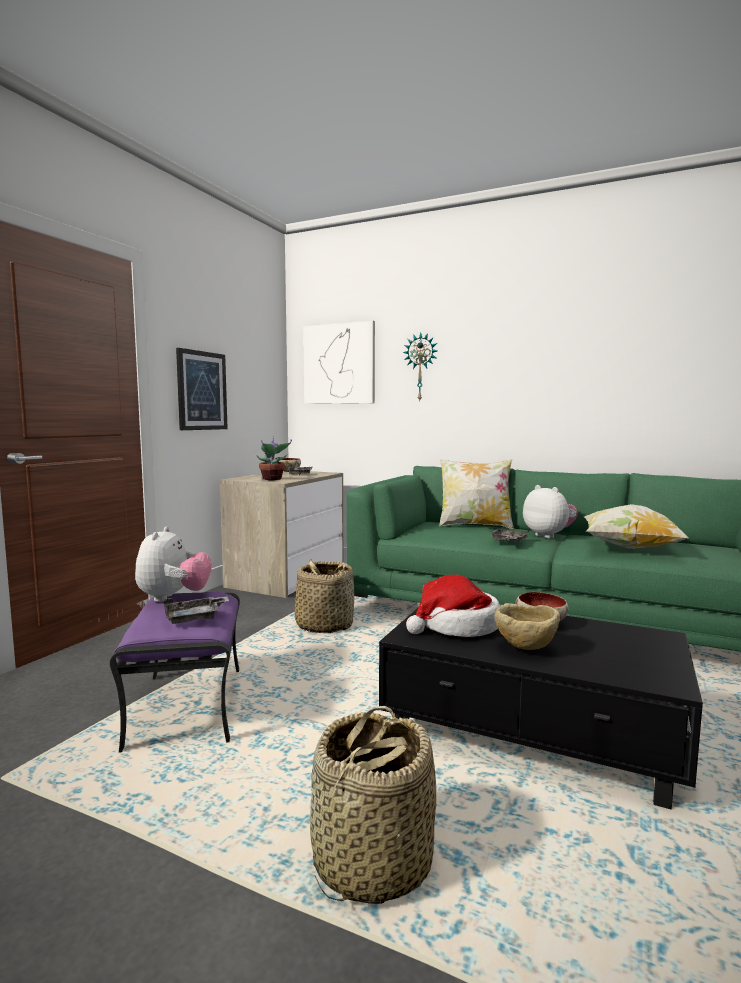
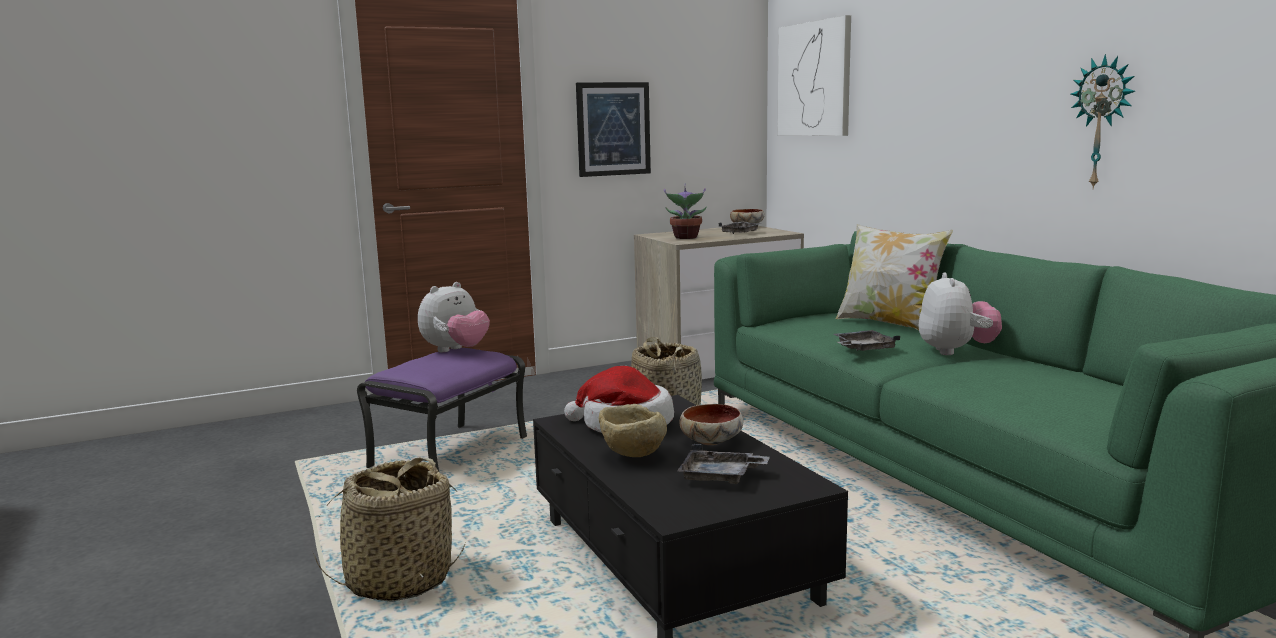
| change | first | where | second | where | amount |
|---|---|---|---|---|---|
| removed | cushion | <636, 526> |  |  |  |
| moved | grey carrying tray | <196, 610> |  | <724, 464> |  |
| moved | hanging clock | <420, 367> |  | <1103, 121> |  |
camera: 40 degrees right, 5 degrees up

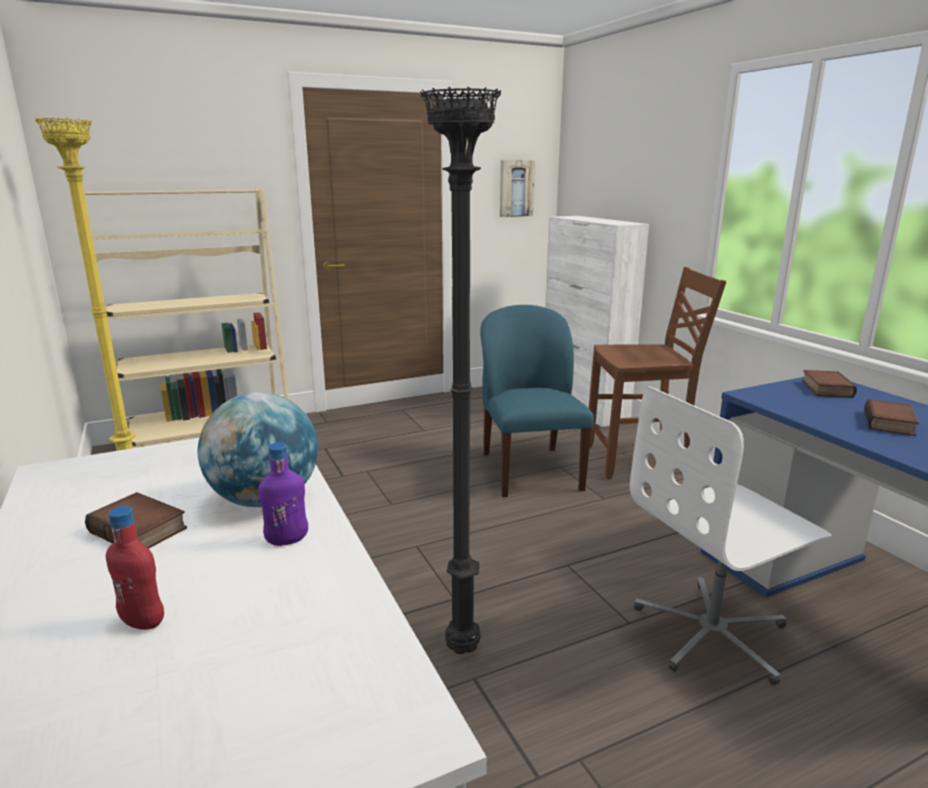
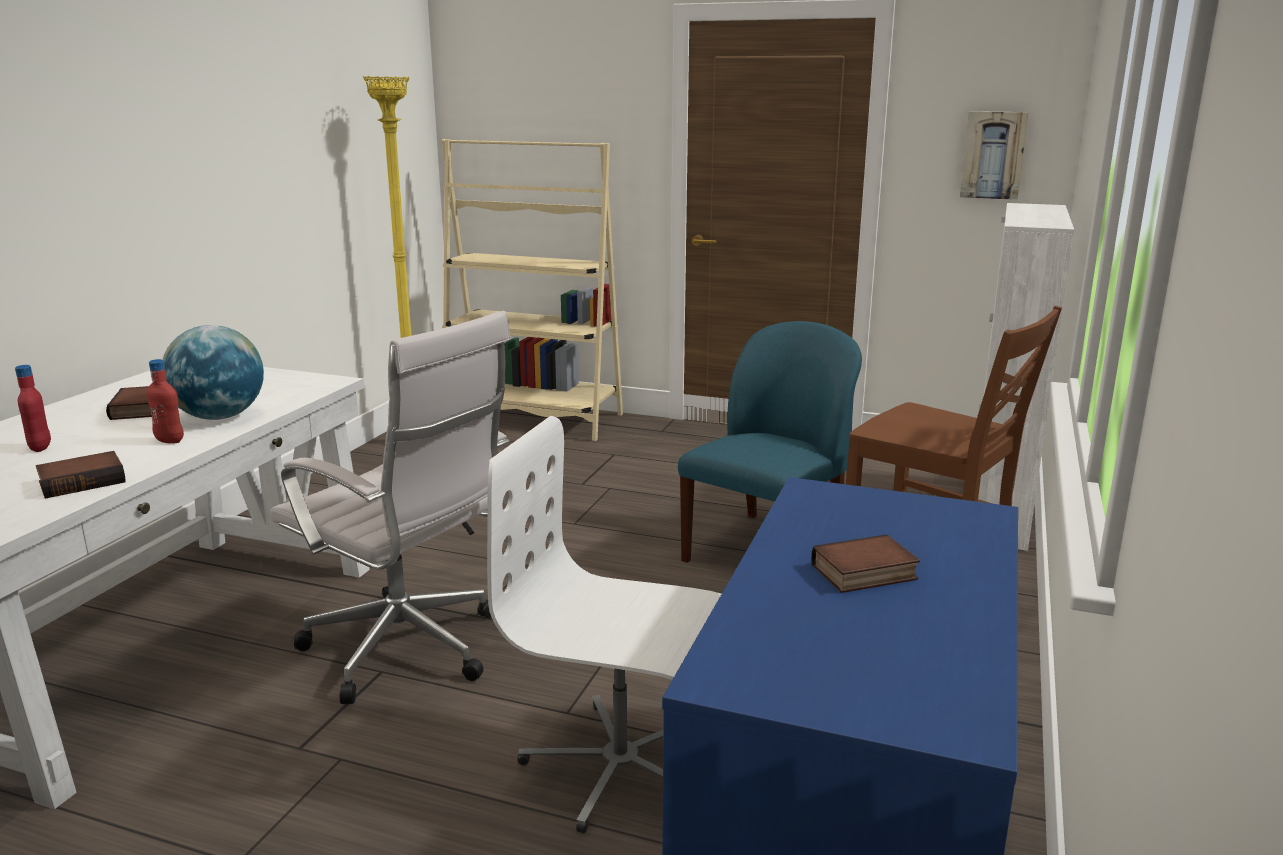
| change | first | where | second | where | amount |
|---|---|---|---|---|---|
| moved | book | <829, 384> |  | <81, 474> |  |
| replaced | blackish floor lamp | <460, 370> | whitish desk chair | <390, 507> |  |
| recoloured | purple beverage bottle | <283, 494> | red-coloured beverage bottle | <165, 401> |  |
camera: 45 degrees right, 0 degrees up

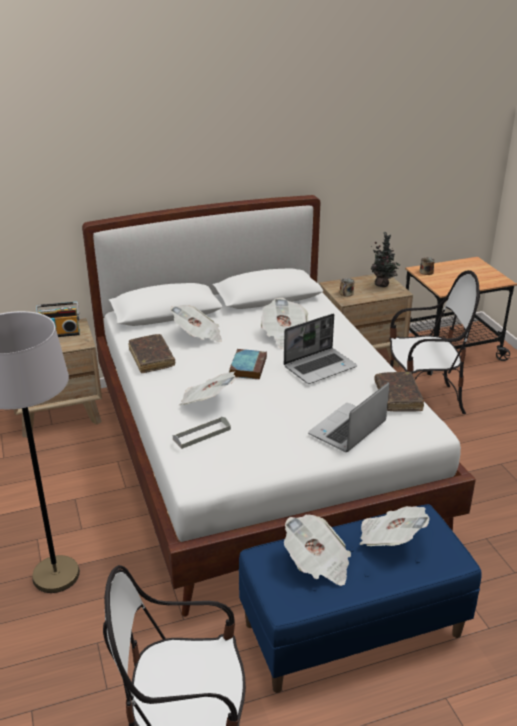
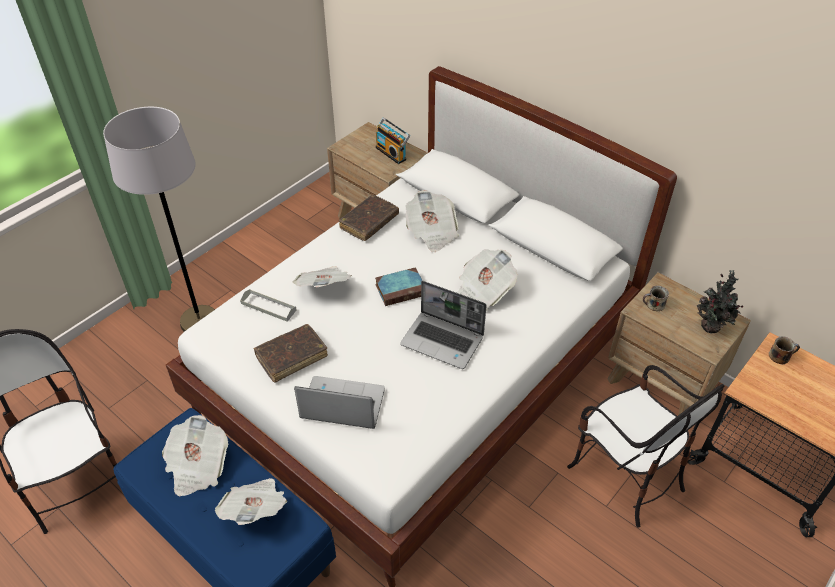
| change | first | where | second | where | amount |
|---|---|---|---|---|---|
| moved | brown-coloured book | <399, 392> |  | <291, 353> |  |
camera: 60 degrees right, 15 degrees up

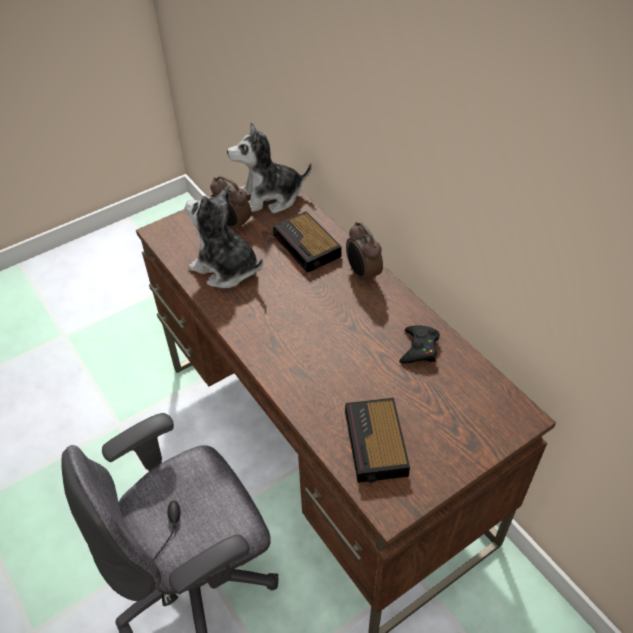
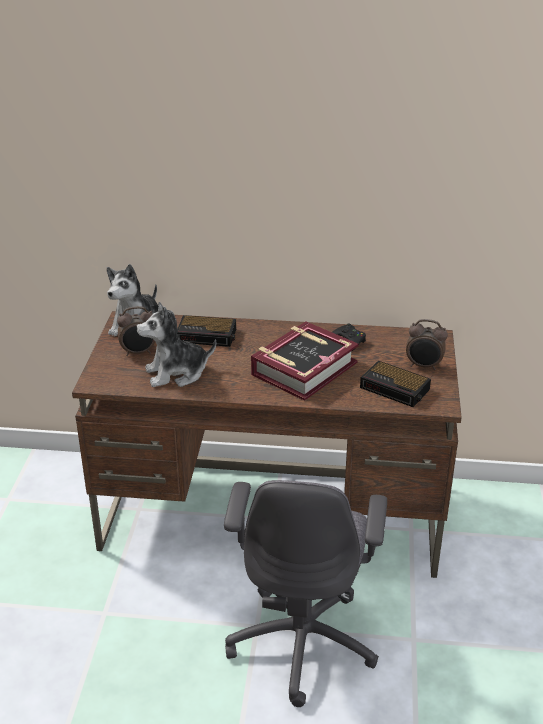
| change | first | where | second | where | amount |
|---|---|---|---|---|---|
| added |  |  | book | <305, 361> |  |
| moved | bedside clock | <364, 253> |  | <427, 344> |  |
camera: 50 degrees left, 15 degrees down

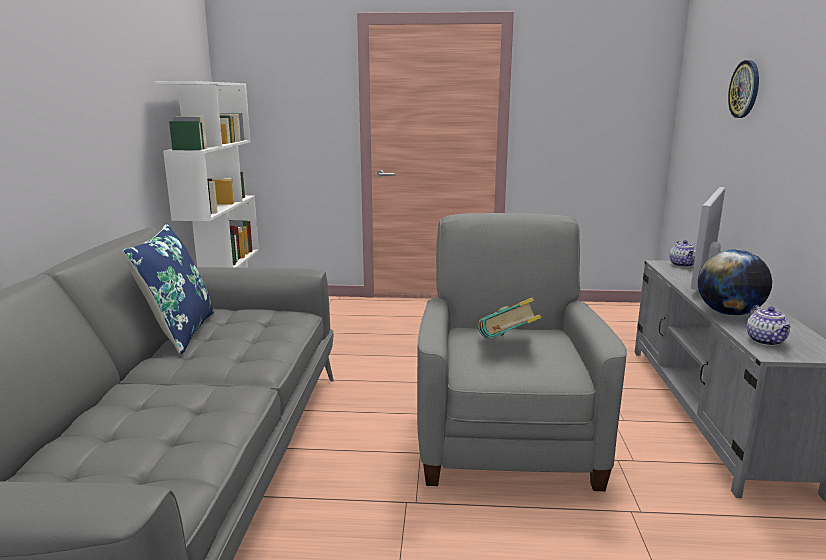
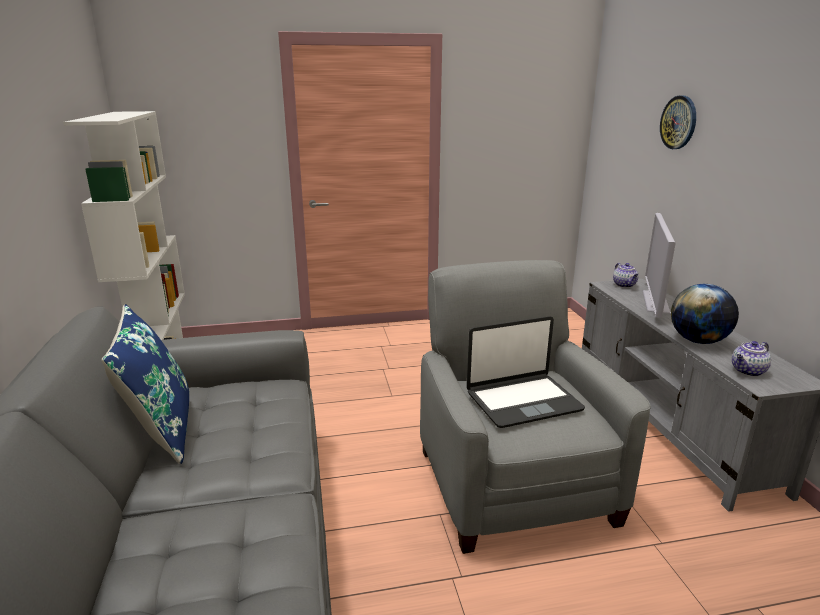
| change | first | where | second | where | amount |
|---|---|---|---|---|---|
| replaced | book | <510, 317> | notebook computer | <526, 372> |  |
| turned | pot for tea | <769, 325> |  | <751, 359> | 75 degrees clockwise |
camera: 15 degrees left, 5 degrees up

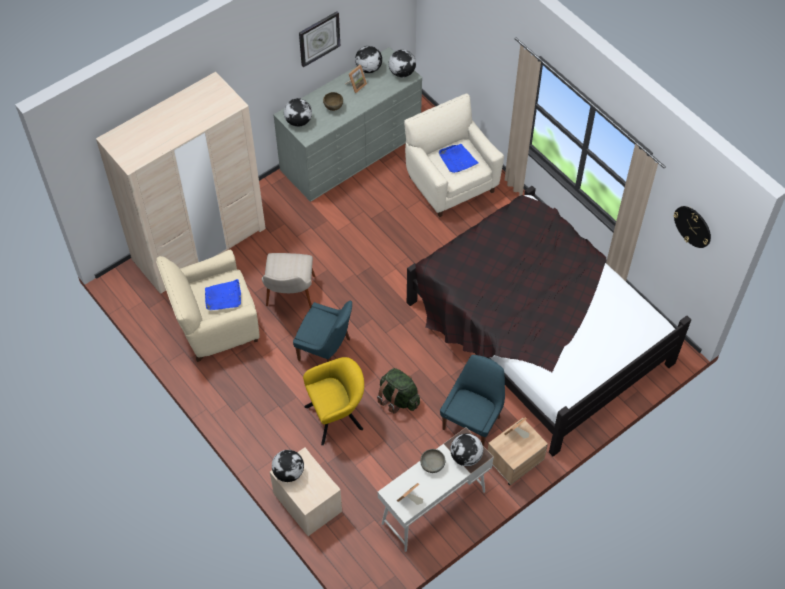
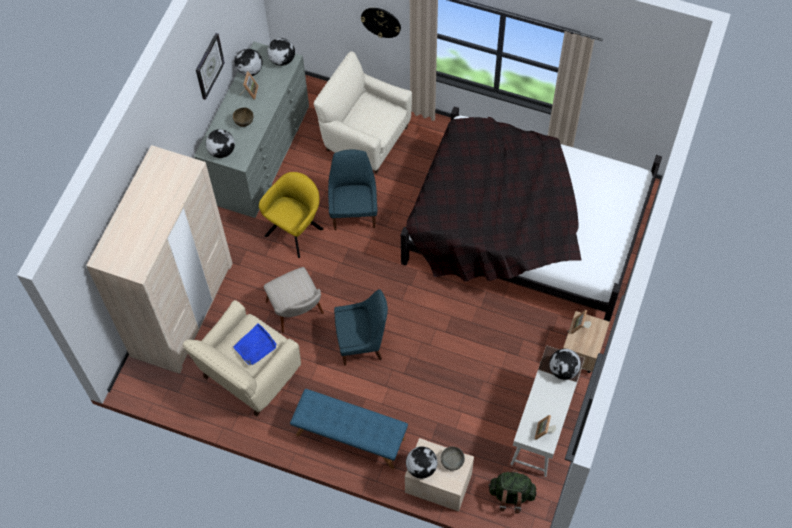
| change | first | where | second | where | amount |
|---|---|---|---|---|---|
| removed | bluish carrying tray | <458, 158> |  |  |  |
| added |  |  | bluish long seat | <349, 429> |  |
| moved | yellow easy chair | <333, 401> |  | <291, 215> |  |
| moved | green-coloured knapsack | <398, 391> |  | <512, 492> |  |
| moved | grey serving bowl | <432, 461> |  | <453, 459> |  |
| moved | bluish chair | <472, 400> |  | <352, 189> |  |
| moved | hanging clock | <692, 227> |  | <381, 23> |  |
camera: 30 degrees left, 5 degrees up

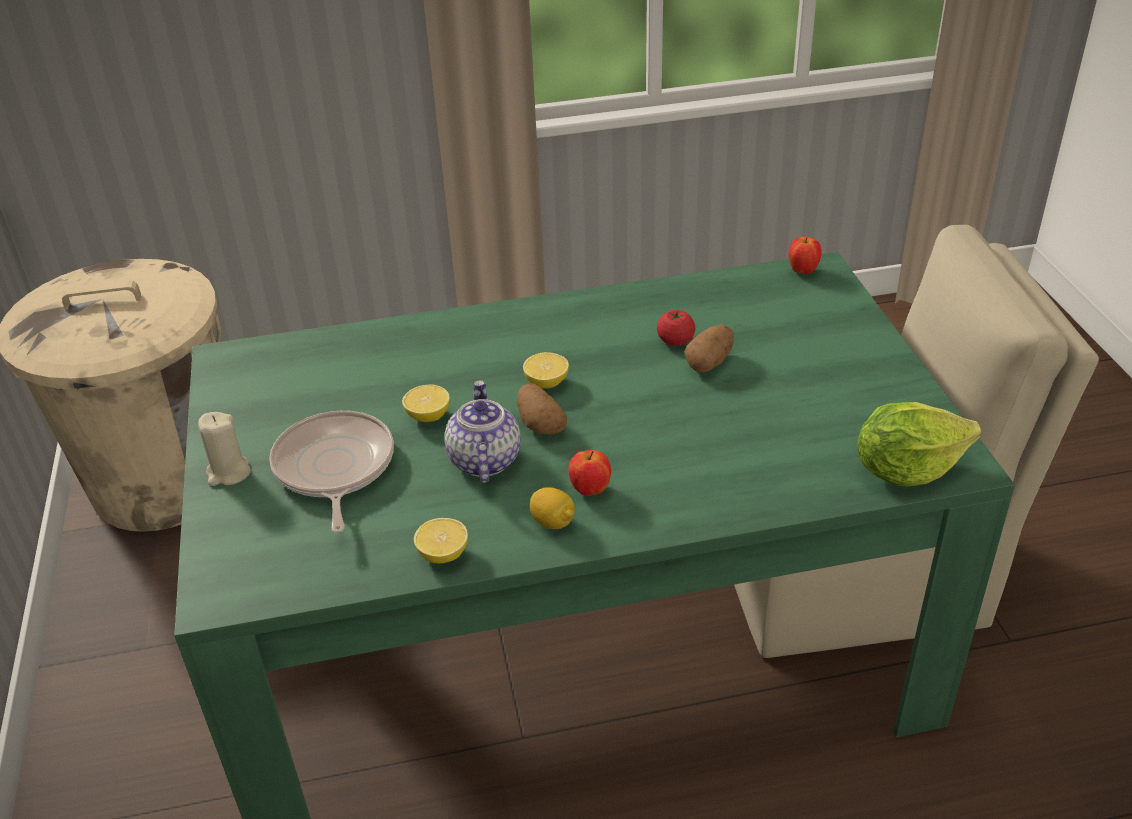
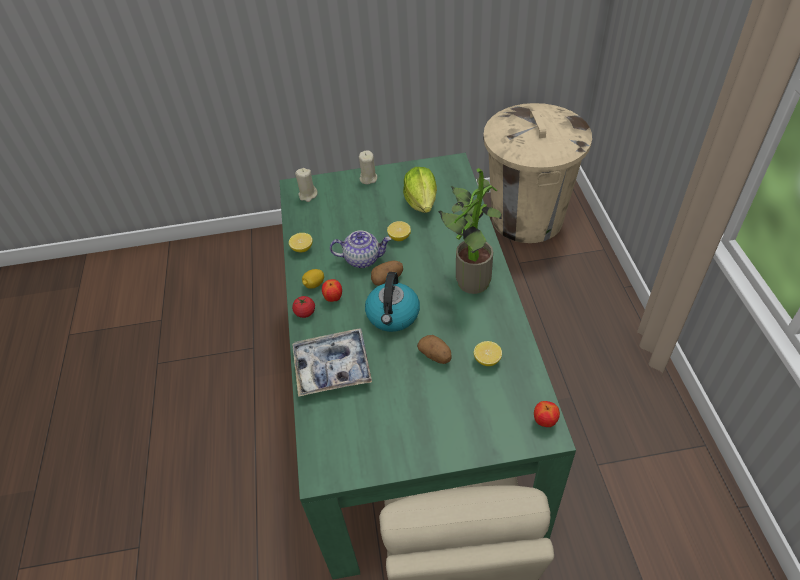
| change | first | where | second | where | amount |
|---|---|---|---|---|---|
| removed | frying pan | <331, 472> |  |  |  |
| added |  |  | carrying tray | <332, 362> |  |
| added |  |  | beige wax candle | <306, 185> |  |
| added |  |  | tea kettle | <392, 302> |  |
| added |  |  | houseplant | <470, 231> |  |
| moved | citrus fruit | <546, 370> |  | <488, 353> |  |
| moved | fresh tomato | <676, 328> |  | <303, 307> |  |
| moved | head of lettuce | <919, 444> |  | <420, 190> |  |
camera: 95 degrees right, 10 degrees up

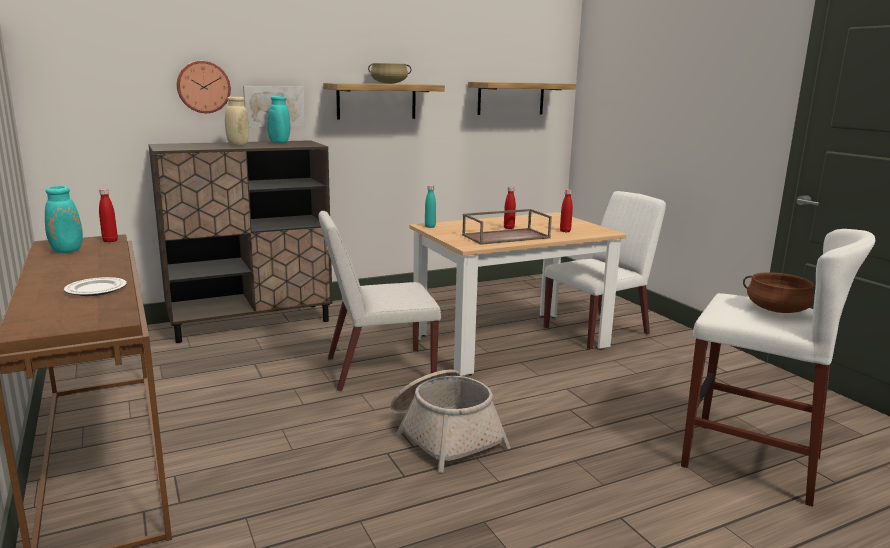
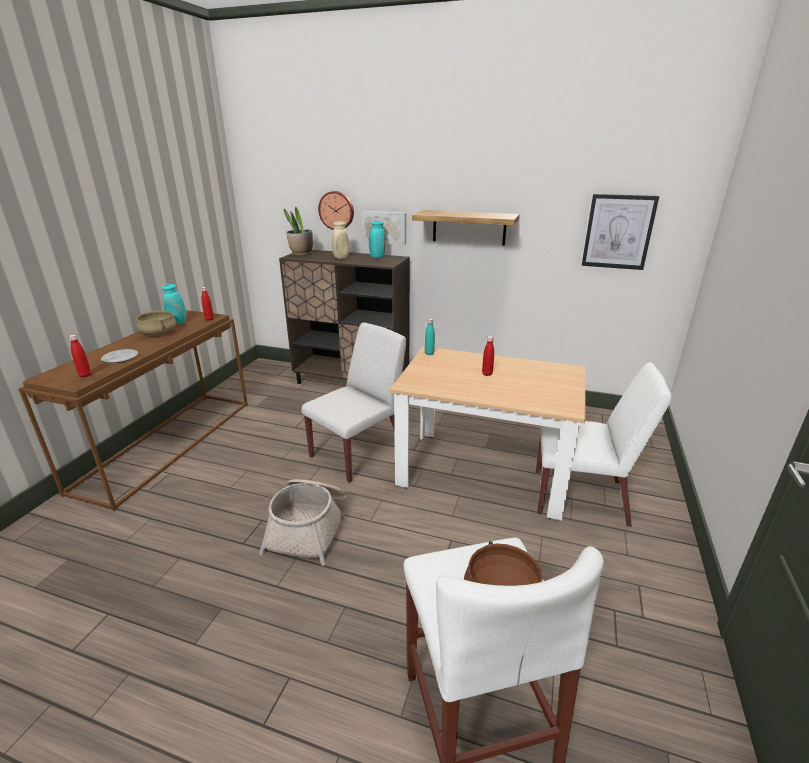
| change | first | where | second | where | amount |
|---|---|---|---|---|---|
| removed | brown-coloured carrying tray | <507, 227> |  |  |  |
| added |  |  | houseplant | <298, 231> |  |
| moved | beige stockpot | <390, 73> |  | <156, 323> |  |
| moved | red-coloured beverage bottle | <566, 210> |  | <80, 356> |  |
| replaced | shelf | <522, 98> | picture | <620, 232> |  |
| turned | whitish chair | <379, 301> |  | <353, 402> | 105 degrees clockwise |
camera: 45 degrees right, 10 degrees up

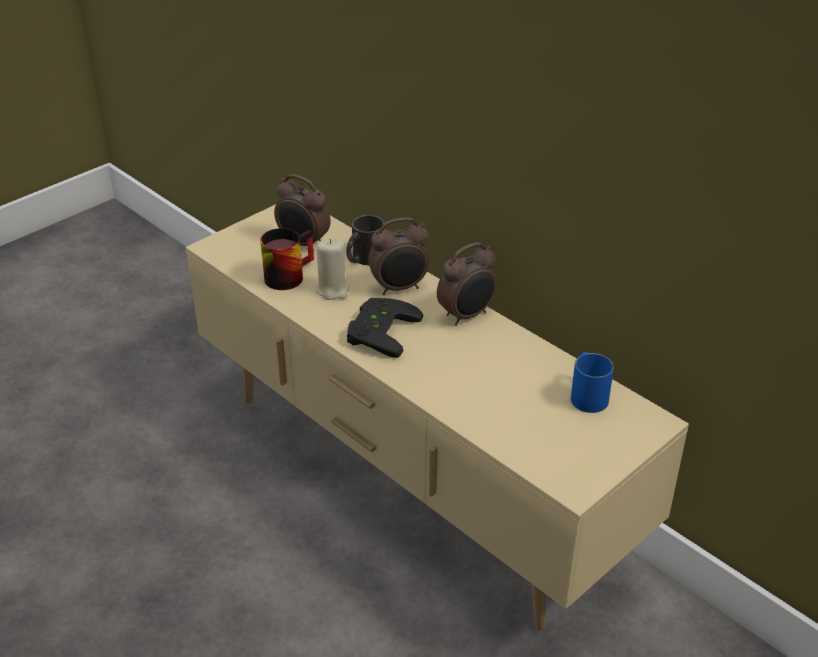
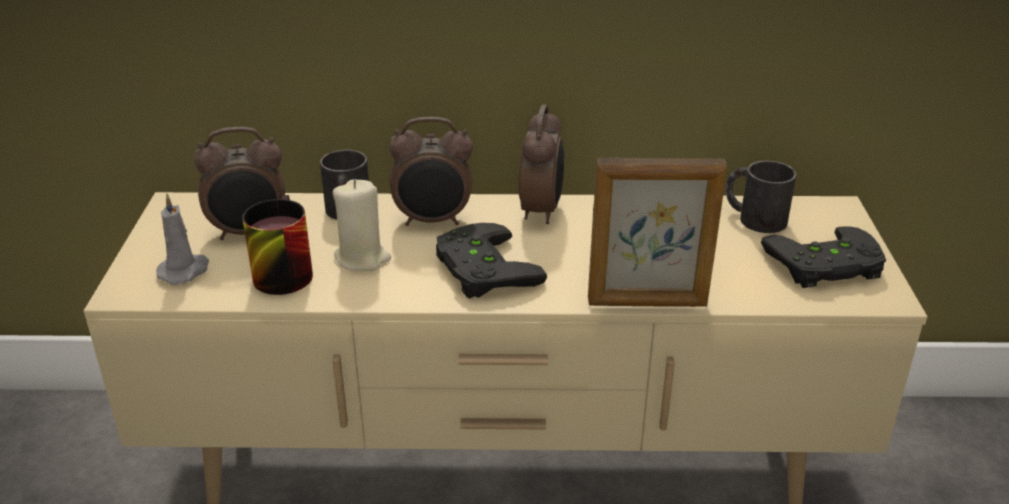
| change | first | where | second | where | amount |
|---|---|---|---|---|---|
| added |  |  | grey wax candle | <182, 239> |  |
| added |  |  | picture frame | <657, 232> |  |
| added |  |  | blackish gamepad | <823, 257> |  |
| recoloured | bluish coffee mug | <592, 382> | blackish coffee mug | <761, 197> |  |
| turned | bedside clock | <398, 256> |  | <431, 171> | 60 degrees clockwise |
camera: 45 degrees left, 5 degrees down

